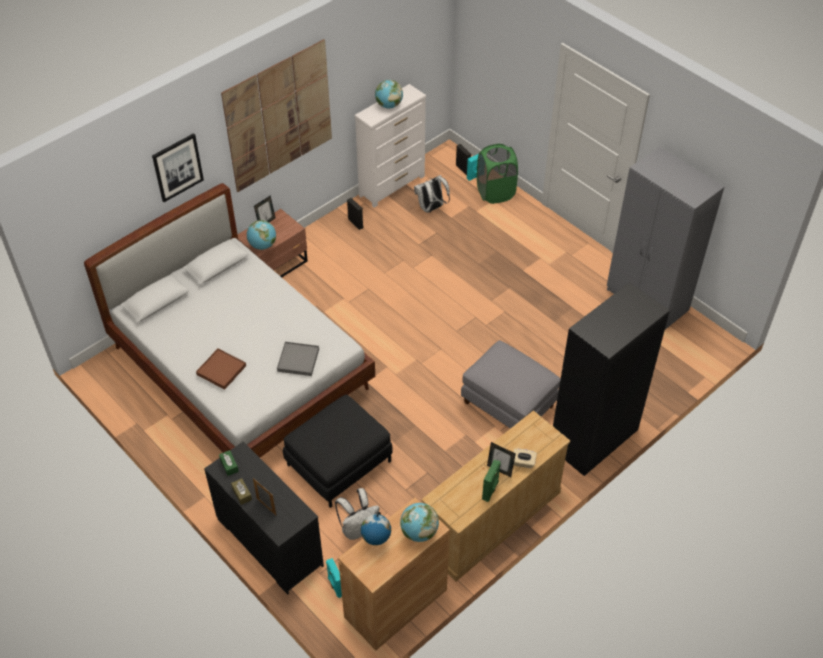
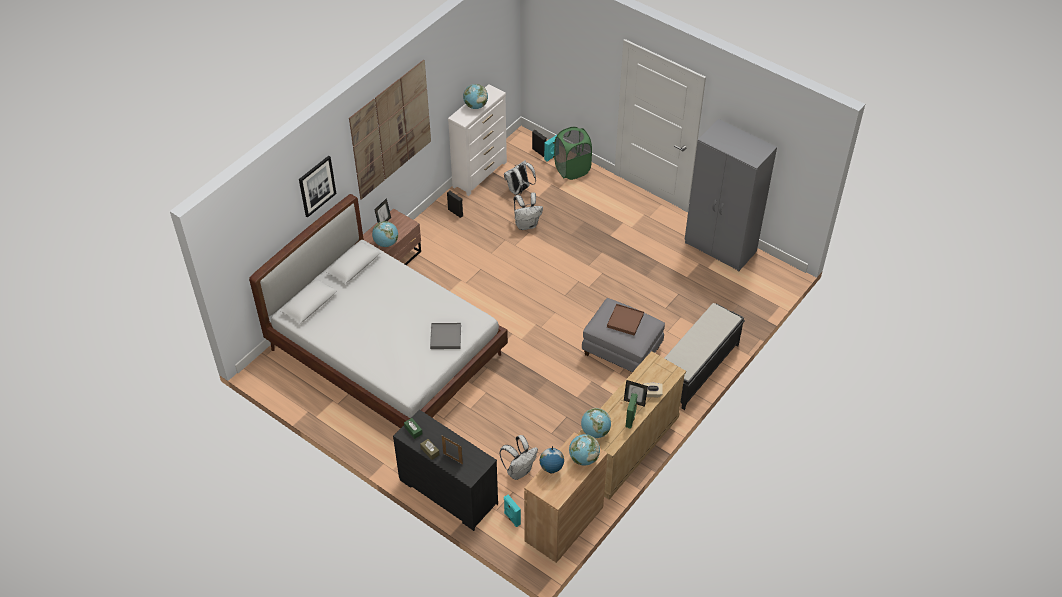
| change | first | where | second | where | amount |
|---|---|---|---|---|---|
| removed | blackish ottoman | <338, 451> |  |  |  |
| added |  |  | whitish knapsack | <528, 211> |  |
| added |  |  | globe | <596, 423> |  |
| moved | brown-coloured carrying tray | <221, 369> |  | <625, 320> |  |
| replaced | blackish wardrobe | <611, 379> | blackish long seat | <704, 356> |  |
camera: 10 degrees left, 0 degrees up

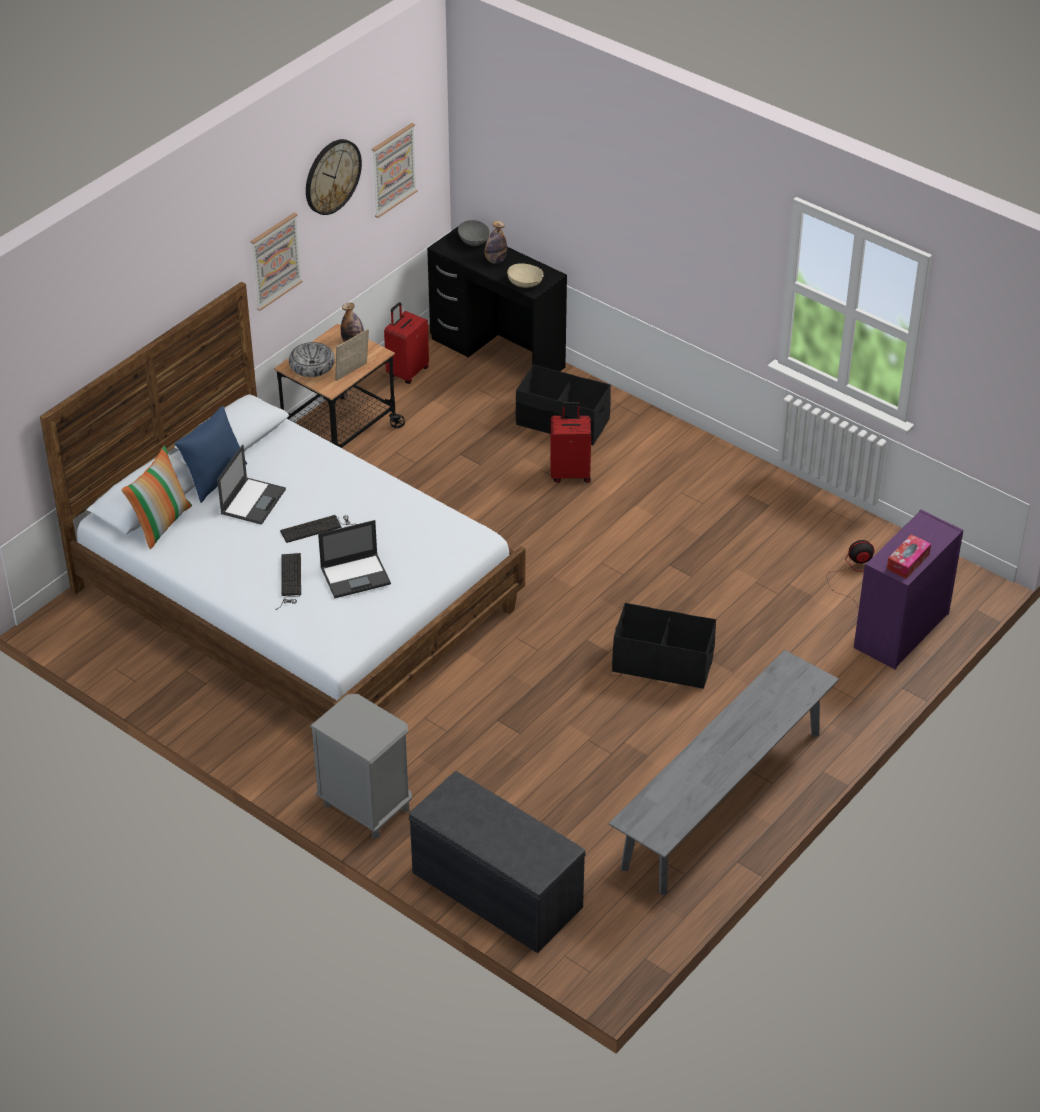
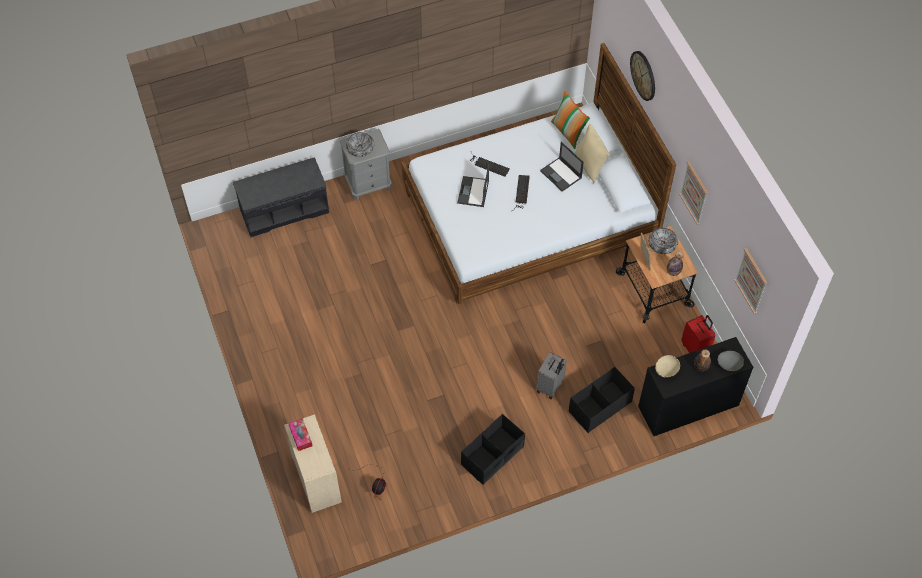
| change | first | where | second | where | amount |
|---|---|---|---|---|---|
| removed | grey long seat | <724, 772> |  |  |  |
| added |  |  | serving bowl | <360, 144> |  |
| moved | hanging clock | <334, 177> |  | <642, 76> |  |
| moved | blackish storage box | <664, 646> |  | <493, 449> |  |
| recoloured | bluish cushion | <210, 454> | beige cushion | <592, 153> |  |
| recoloured | red-coloured piece of luggage | <570, 442> | grey piece of luggage | <551, 375> |  |
| recoloured | purple dresser | <908, 589> | beige dresser | <313, 463> |  |
camera: 120 degrees right, 15 degrees up

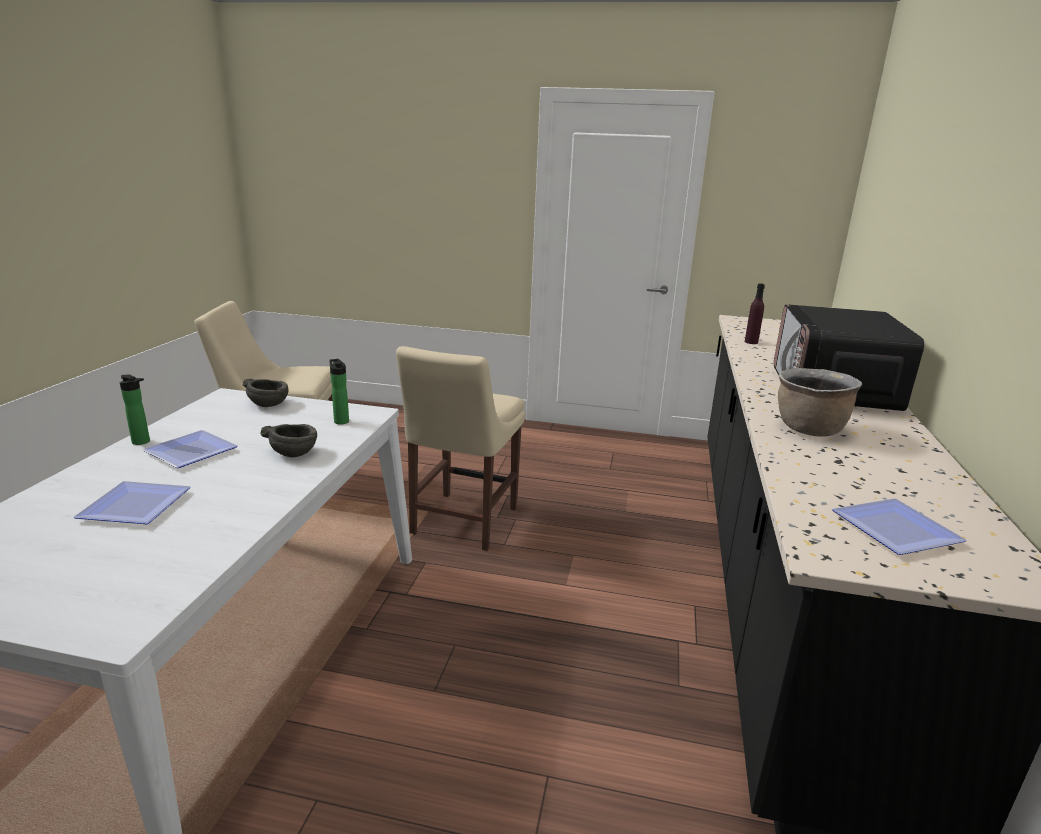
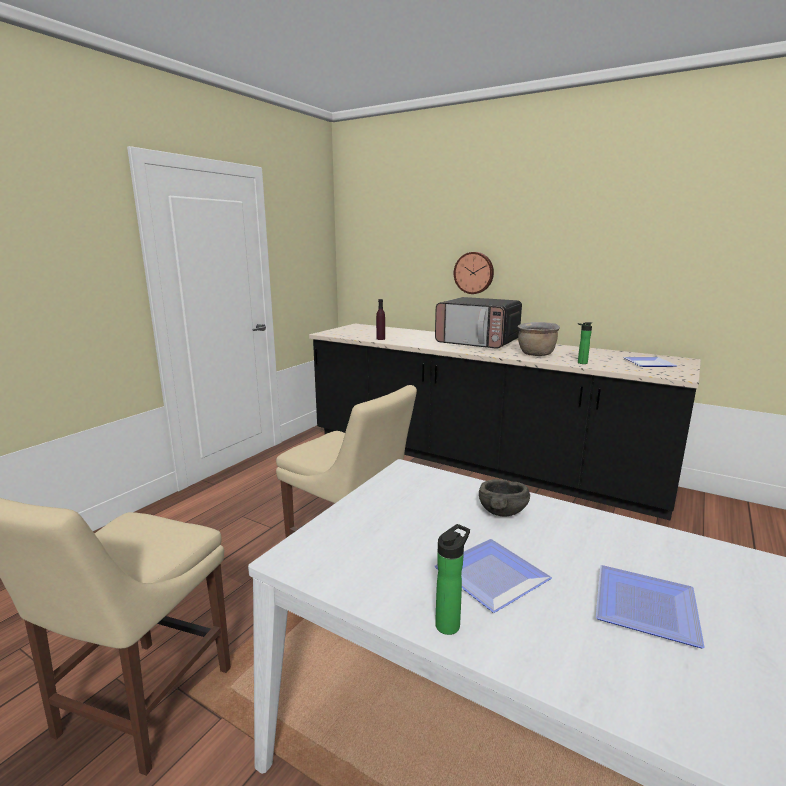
| change | first | where | second | where | amount |
|---|---|---|---|---|---|
| removed | grey serving bowl | <266, 393> |  |  |  |
| added |  |  | hanging clock | <474, 273> |  |
| moved | beverage bottle | <339, 391> |  | <585, 343> |  |
camera: 70 degrees left, 5 degrees down

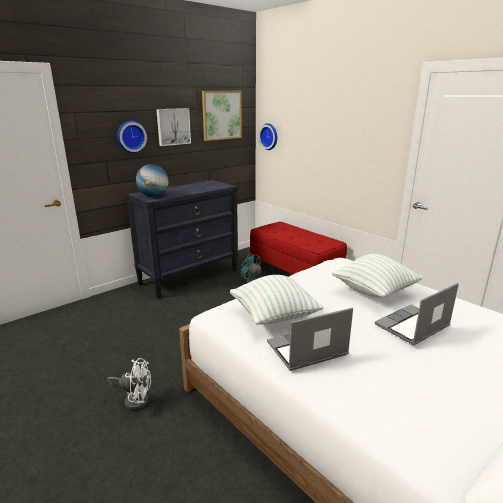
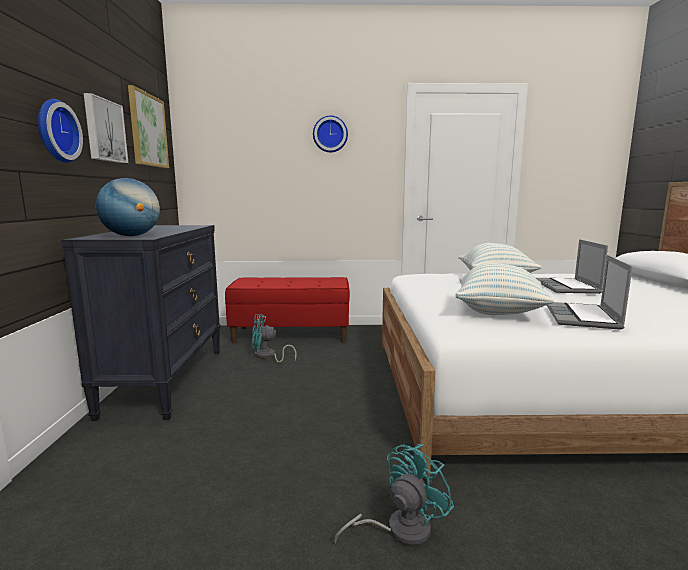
| change | first | where | second | where | amount |
|---|---|---|---|---|---|
| moved | hanging clock | <268, 136> |  | <330, 134> |  |
| recoloured | whitish cooling fan | <129, 384> | blue-green cooling fan | <394, 495> |  |
camera: 50 degrees left, 10 degrees down

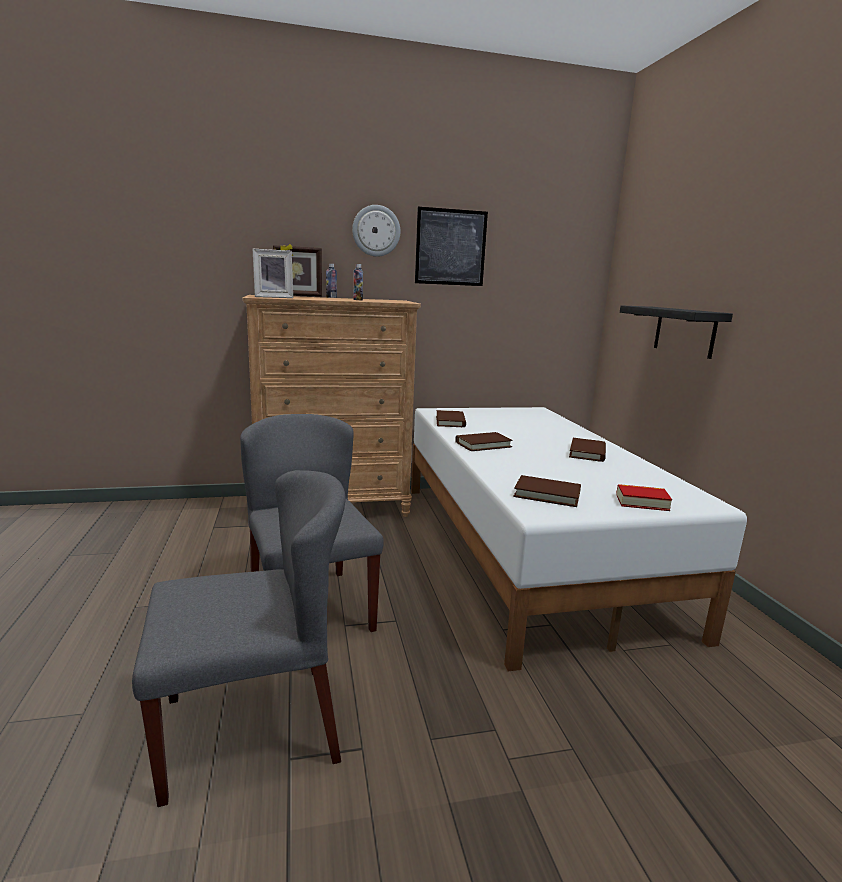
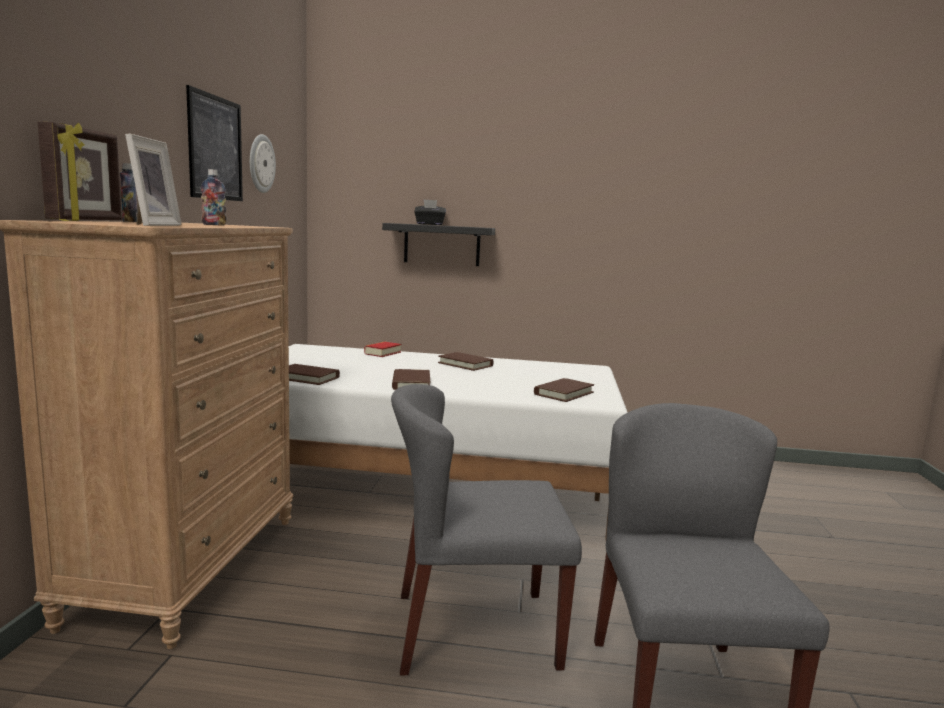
| change | first | where | second | where | amount |
|---|---|---|---|---|---|
| added |  |  | blackish tissue holder | <430, 212> |  |
| moved | hanging clock | <376, 231> |  | <263, 163> |  |
| moved | book | <644, 497> |  | <382, 349> |  |
camera: 70 degrees left, 5 degrees down

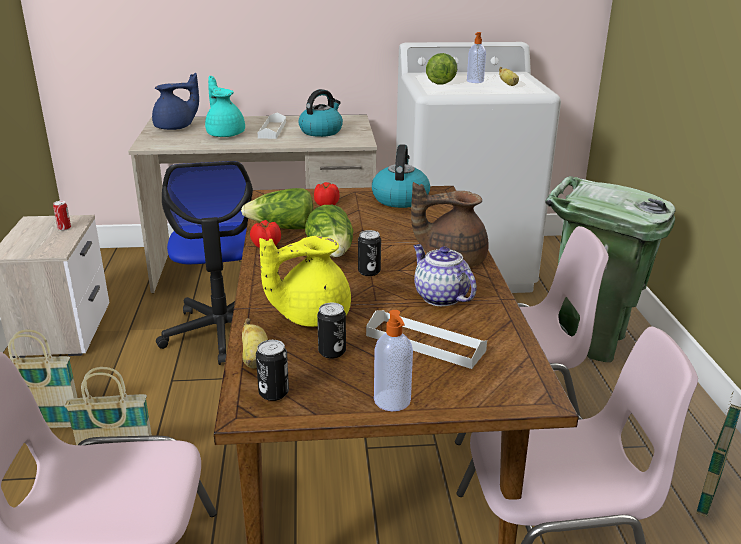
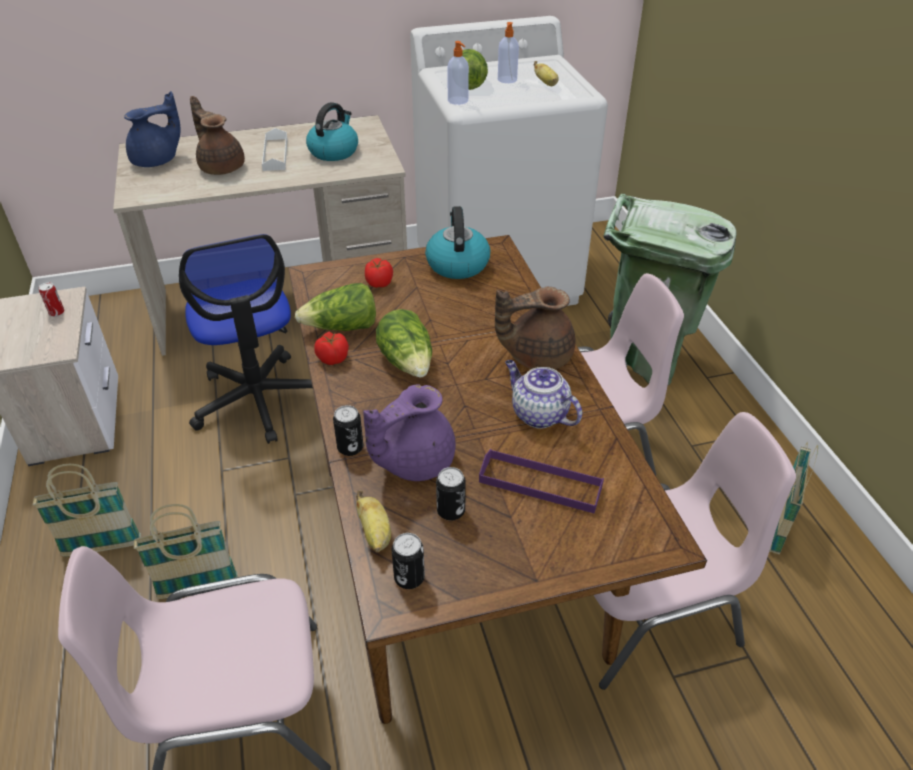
| change | first | where | second | where | amount |
|---|---|---|---|---|---|
| moved | metal can | <369, 253> |  | <348, 430> |  |
| moved | soap bottle | <393, 360> |  | <458, 73> |  |
| recoloured | blue-green pot for tea | <225, 106> | brown-coloured pot for tea | <217, 135> |  |
| recoloured | yellow pot for tea | <305, 281> | purple pot for tea | <409, 432> |  |
| recoloured | whitish carrying tray | <426, 339> | purple carrying tray | <541, 481> |  |
camera: 10 degrees left, 15 degrees up

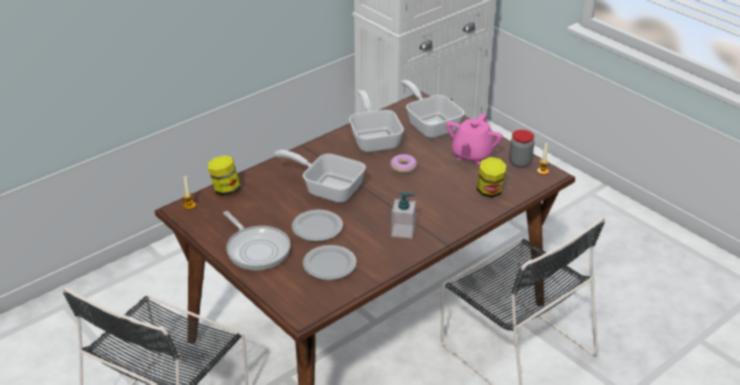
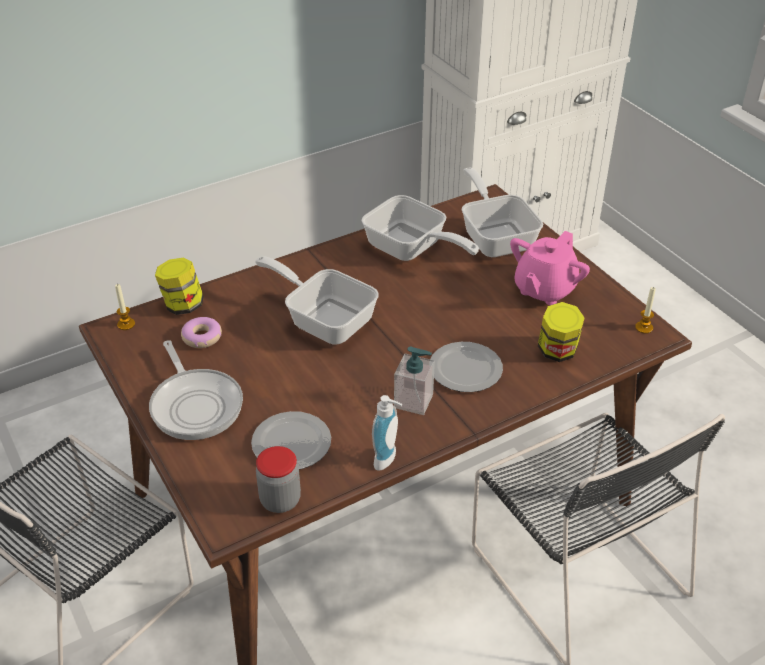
| change | first | where | second | where | amount |
|---|---|---|---|---|---|
| added |  |  | soap bottle | <387, 433> |  |
| moved | dinner plate | <317, 226> |  | <467, 367> |  |
| moved | doughnut | <403, 163> |  | <201, 332> |  |
| moved | jar | <521, 149> |  | <278, 479> |  |
| turned | frying pan | <376, 121> |  | <420, 228> | 135 degrees clockwise |
camera: 10 degrees right, 5 degrees up

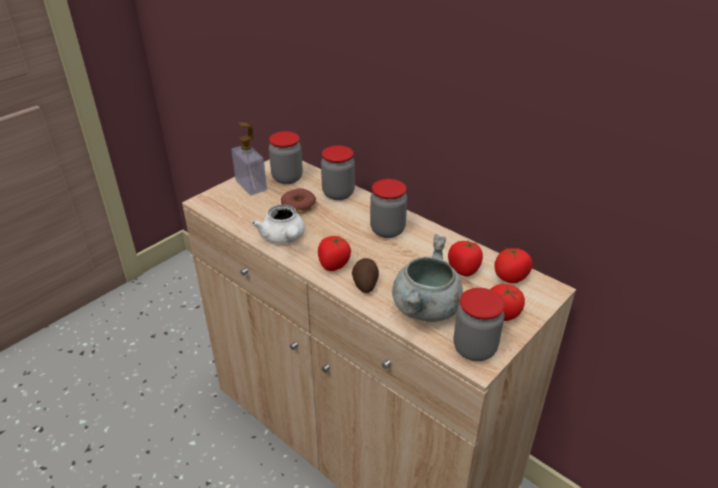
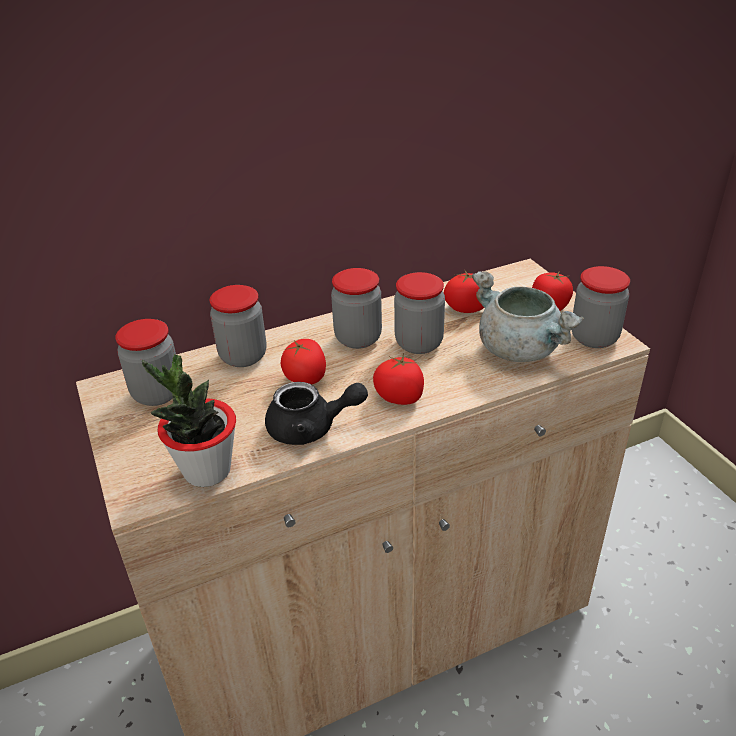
| change | first | where | second | where | amount |
|---|---|---|---|---|---|
| removed | soap bottle | <249, 158> |  |  |  |
| removed | doughnut | <298, 200> |  |  |  |
| removed | potato | <365, 275> |  |  |  |
| added |  |  | houseplant | <189, 420> |  |
| added |  |  | jar | <419, 313> |  |
| moved | fresh tomato | <513, 265> |  | <303, 362> |  |
| recoloured | whitish pot for tea | <278, 224> | blackish pot for tea | <316, 413> |  |
camera: 65 degrees left, 0 degrees up

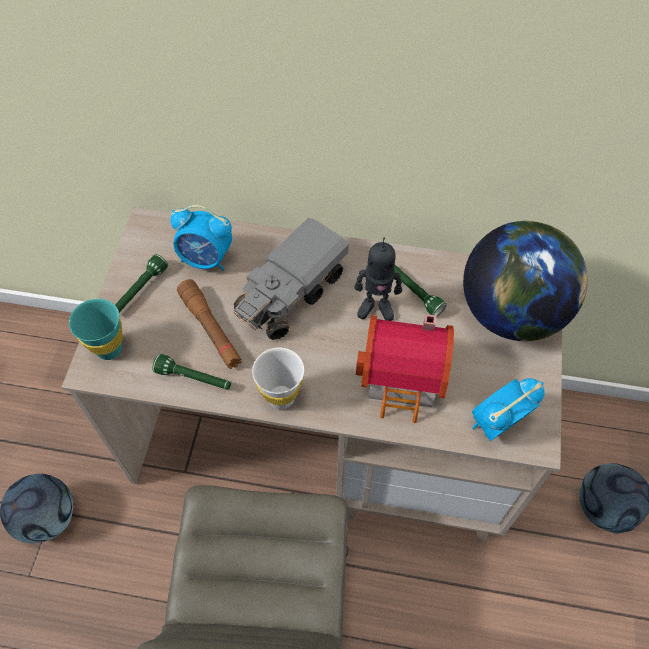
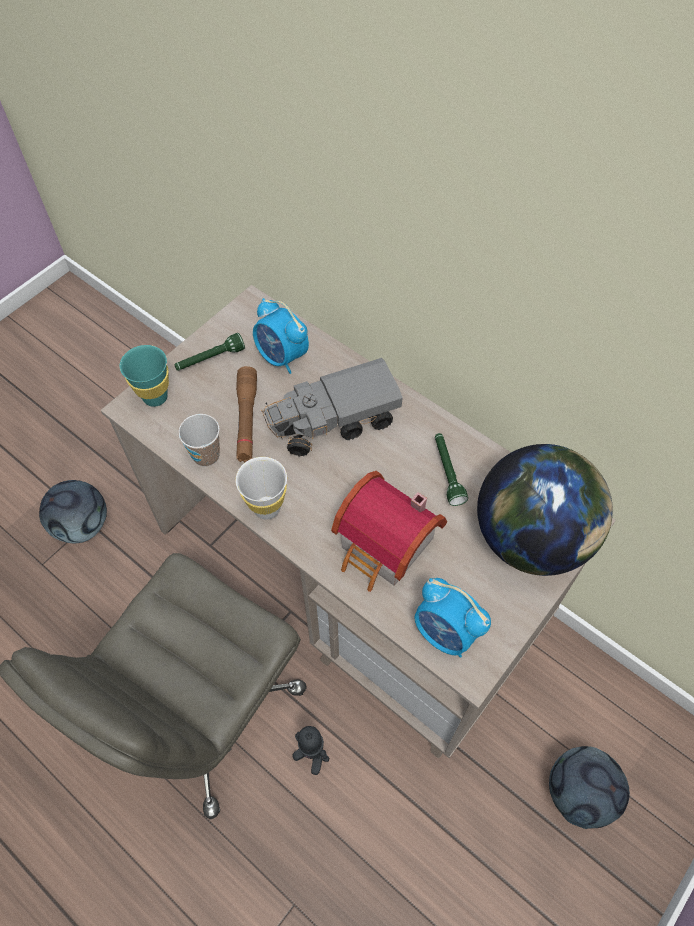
| change | first | where | second | where | amount |
|---|---|---|---|---|---|
| moved | model robot | <378, 279> |  | <310, 750> |  |
| replaced | green-coloured hand torch | <191, 372> | small cup | <199, 440> |  |
| turned | bedside clock | <508, 409> |  | <452, 618> | 135 degrees counterclockwise |
camera: 30 degrees right, 0 degrees up

